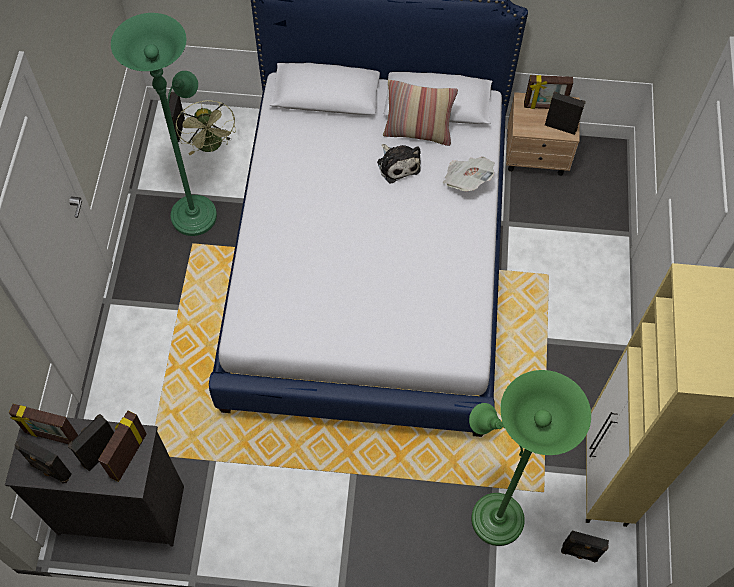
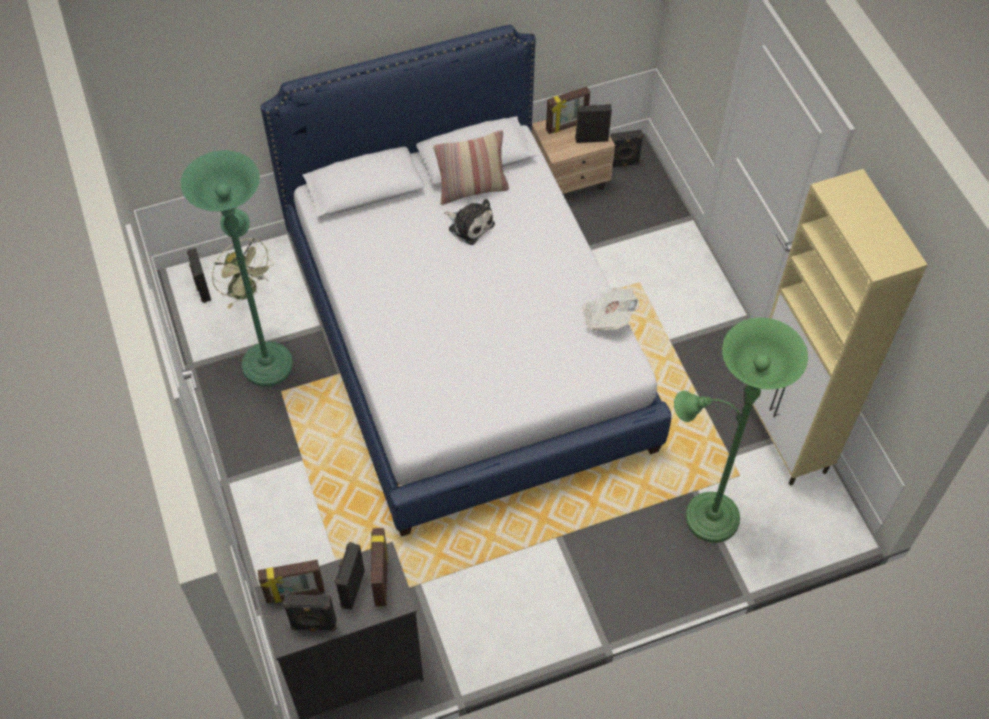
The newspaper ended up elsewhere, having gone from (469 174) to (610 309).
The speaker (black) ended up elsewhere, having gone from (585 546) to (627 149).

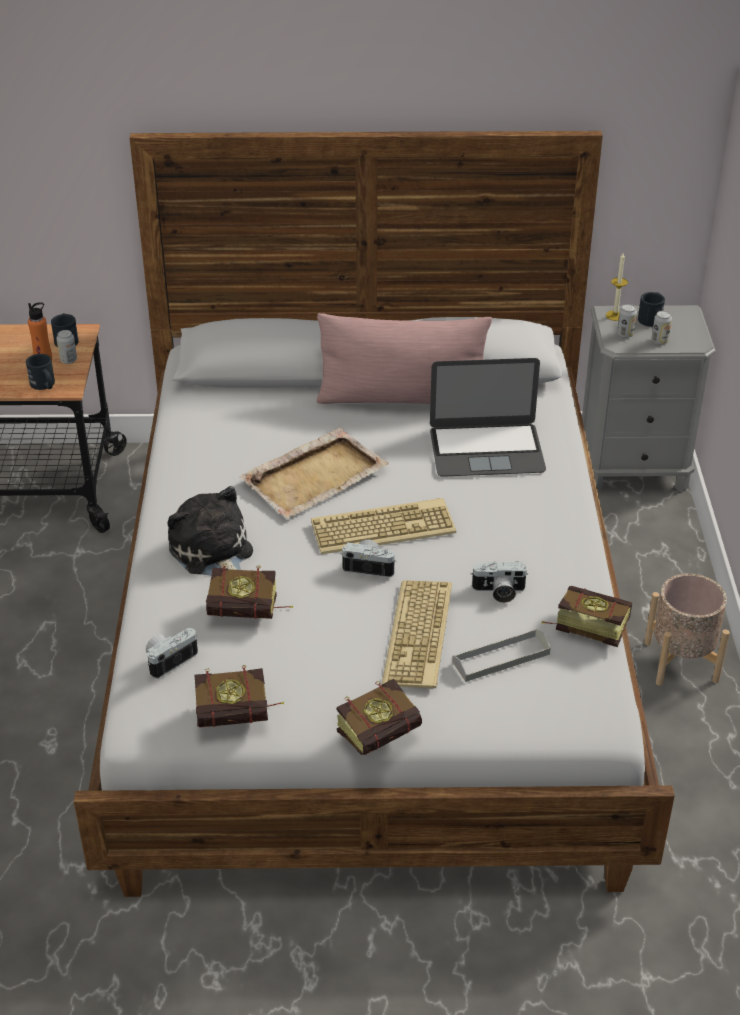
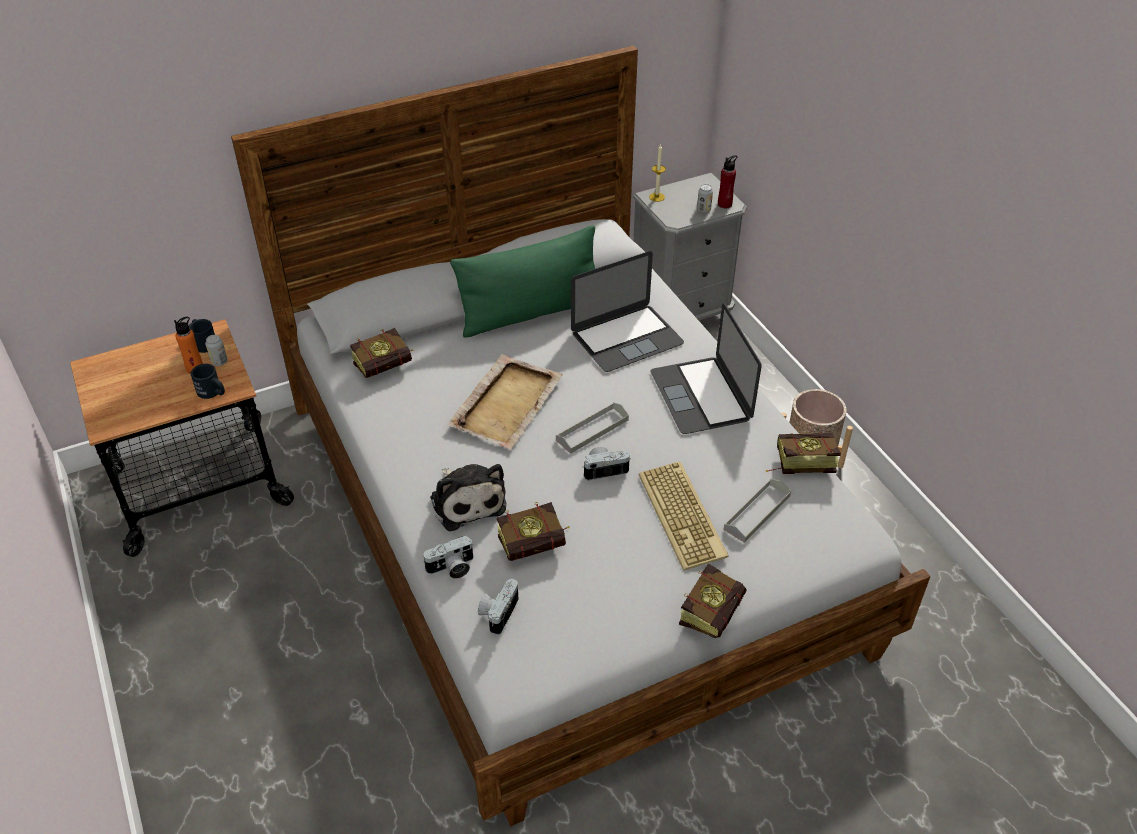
The book ended up elsewhere, having gone from (239 696) to (381 353).
The photo camera ended up elsewhere, having gone from (499 582) to (448 557).
The plush toy at (210 531) ended up facing another way, 150 degrees counterclockwise from before.
What was the pillow (pink) at (404 358) turned into the pillow (green) at (522 281).
Where the keyboard stood at (383 526), the tray (grey) came to stand at (592 428).
The second view gained the laptop at (706 368).
The second view gained the bottle (red) at (727 181).
The second view lost the can at (627 321).
The second view lost the mug (black) at (651 309).

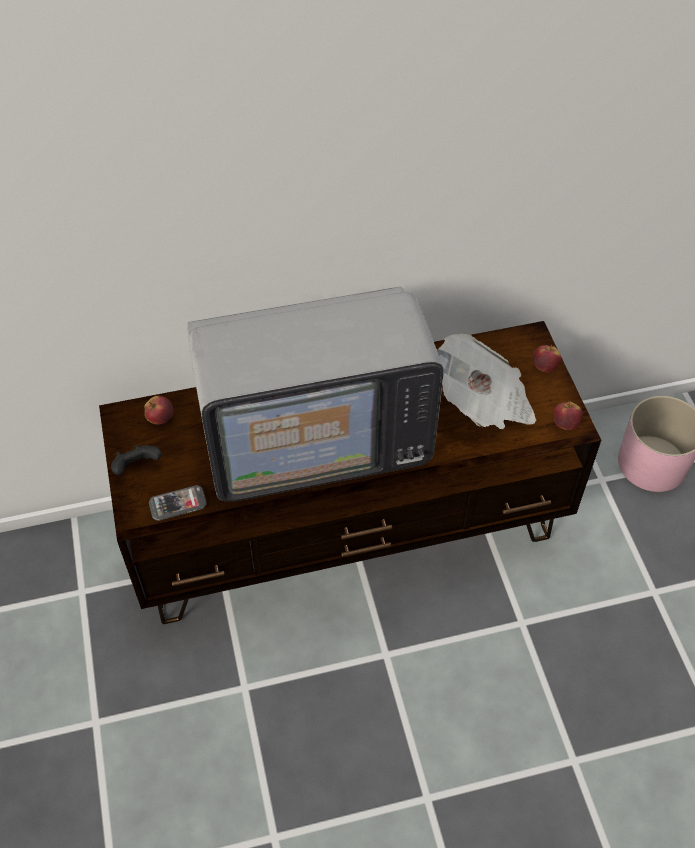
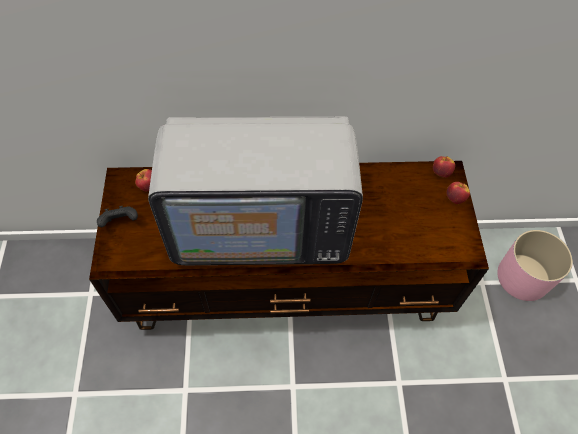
The apple ended up elsewhere, having gone from (567 415) to (444 167).
The second view lost the phone at (178 503).
The second view lost the newspaper at (487 381).

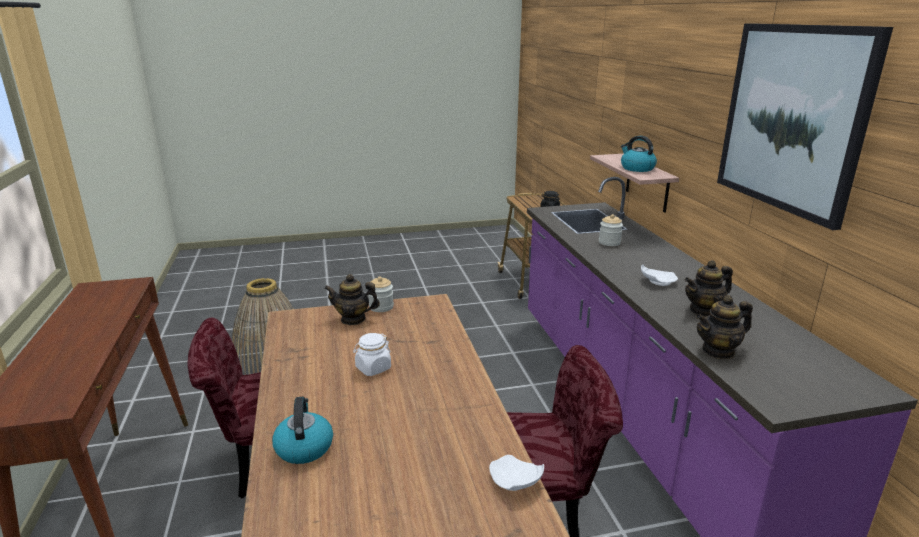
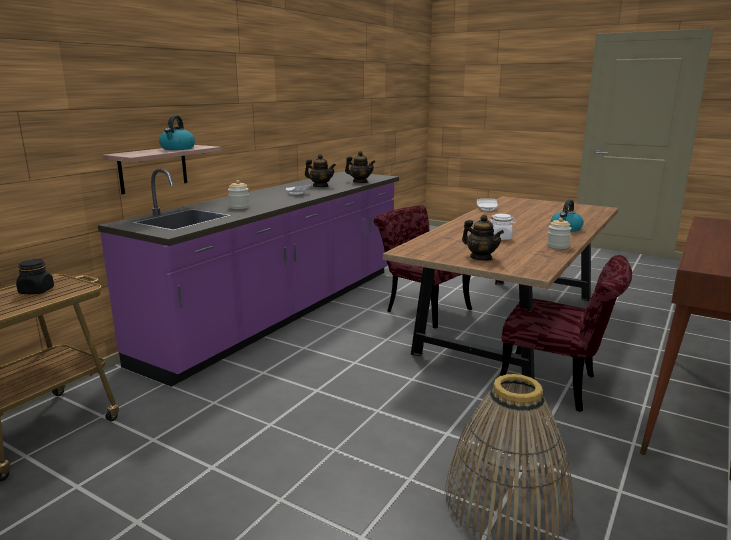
The jar ended up elsewhere, having gone from (381 294) to (559 233).
The second view lost the picture at (805 126).

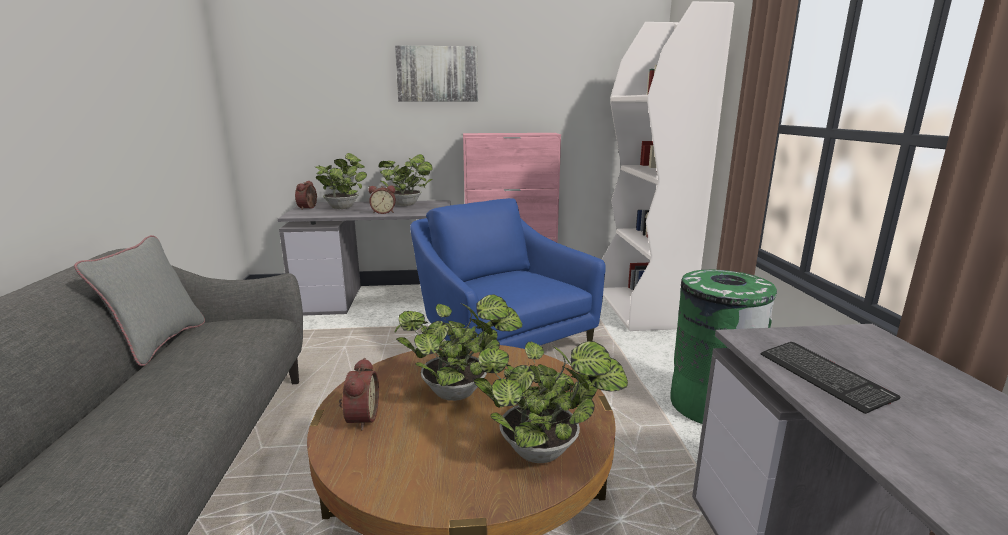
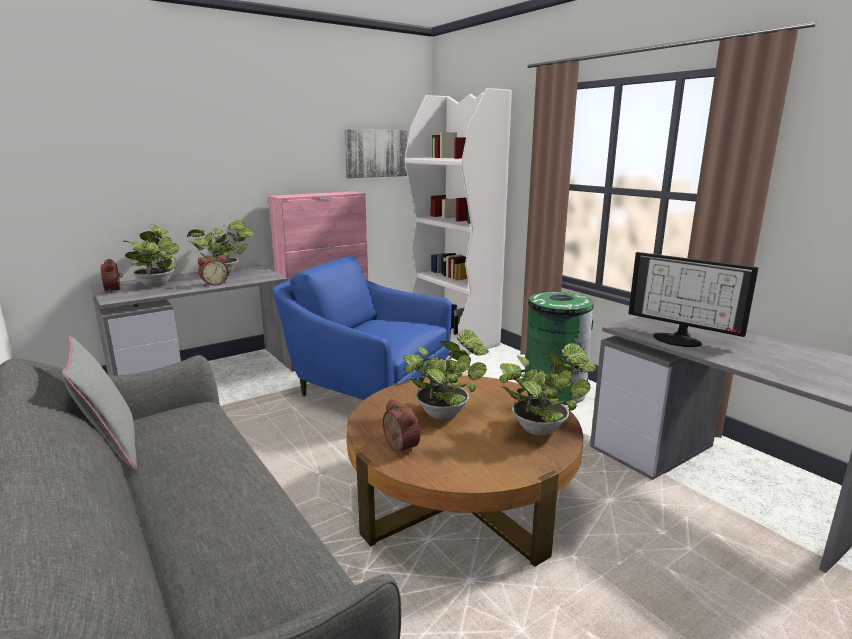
The picture ended up elsewhere, having gone from (436 73) to (376 153).
Where the keyboard stood at (830 378), the monitor came to stand at (693 299).

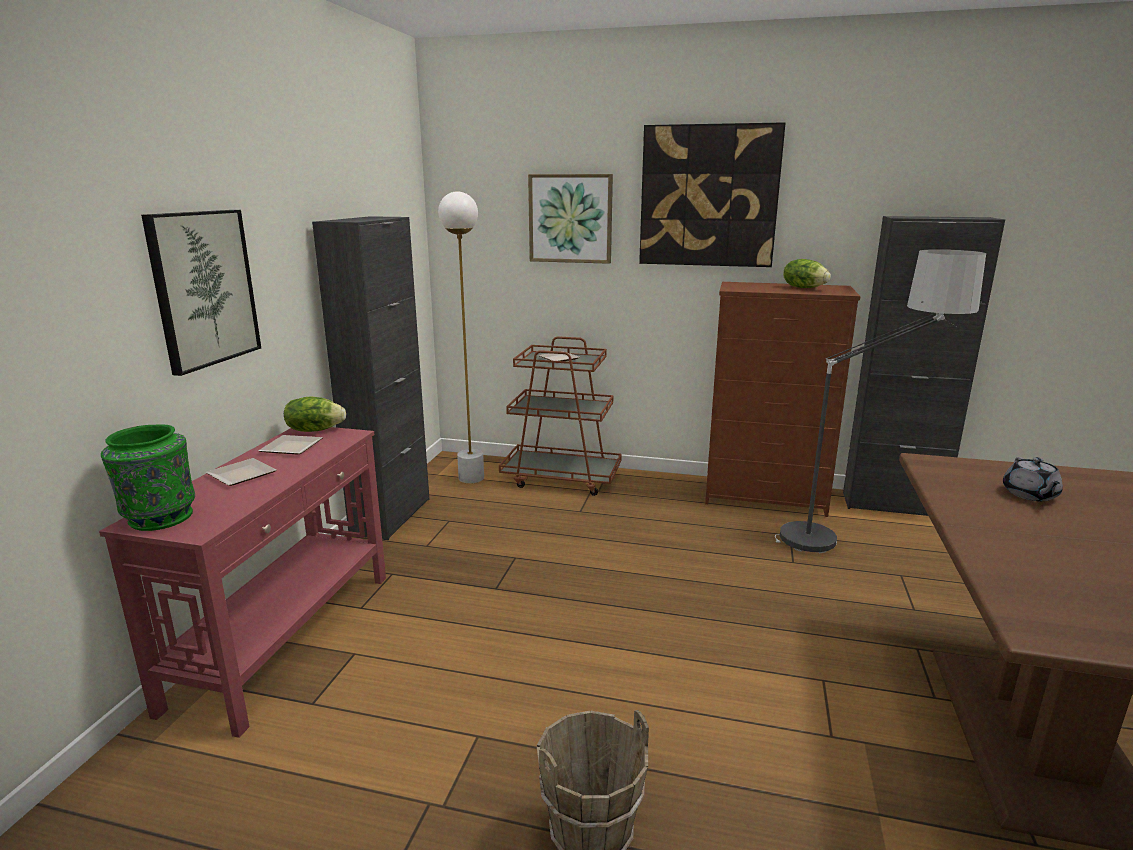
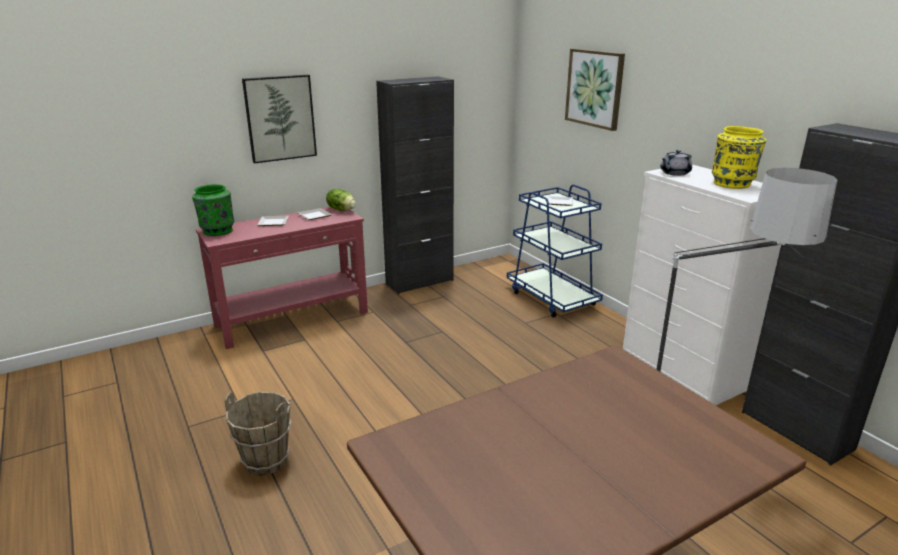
What was the cart (brown) at (560 416) turned into the cart (blue) at (555 251).
What was the dresser (brown) at (782 399) turned into the dresser (white) at (702 285).
The teapot (grey) ended up elsewhere, having gone from (1033 479) to (676 163).
Where the lettuce stood at (807 273), the vase (yellow) came to stand at (739 157).
The second view lost the floor lamp (white) at (461 337).
The second view lost the picture at (712 194).

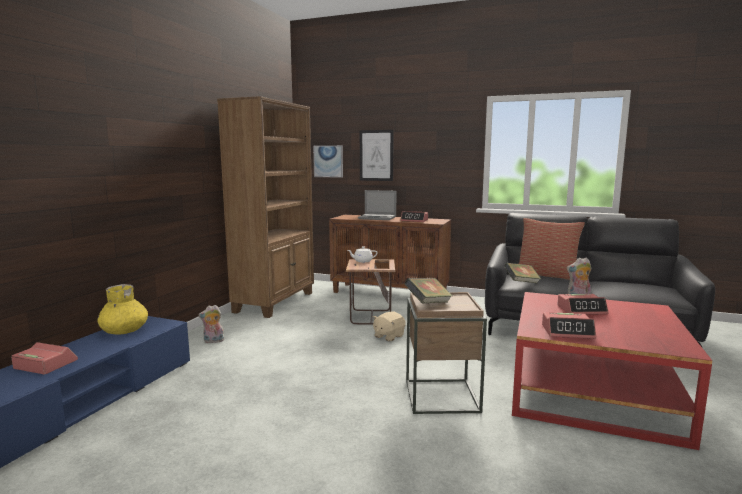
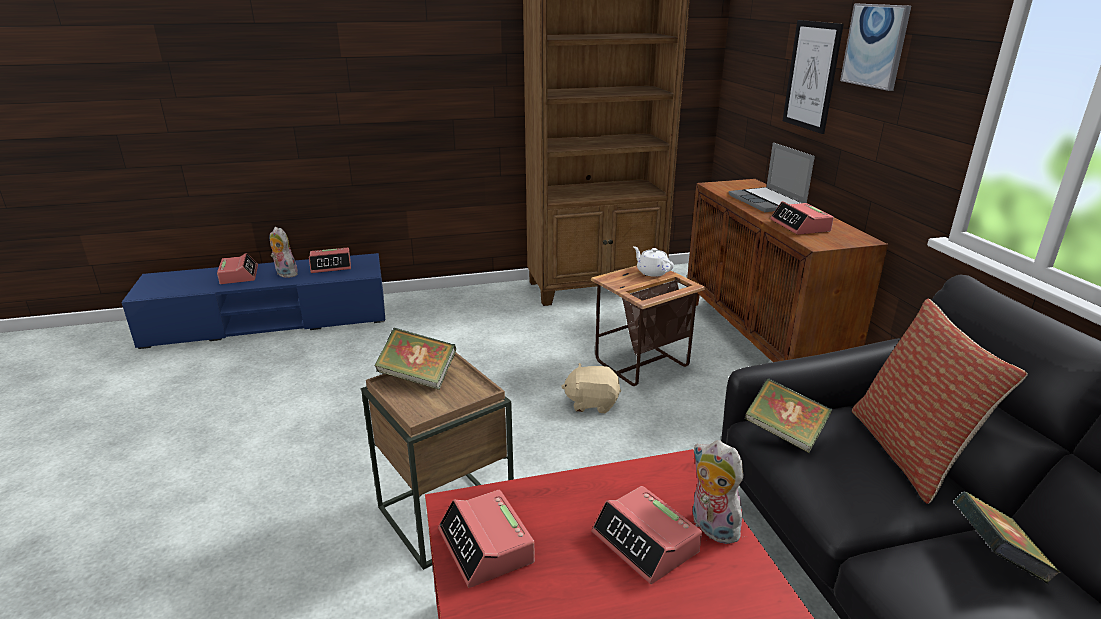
The plush toy ended up elsewhere, having gone from (211 324) to (285 252).
Where the vase (yellow) stood at (122 309), the alarm clock came to stand at (330 260).
The picture ended up elsewhere, having gone from (328 161) to (875 47).
The second view gained the book at (1007 537).

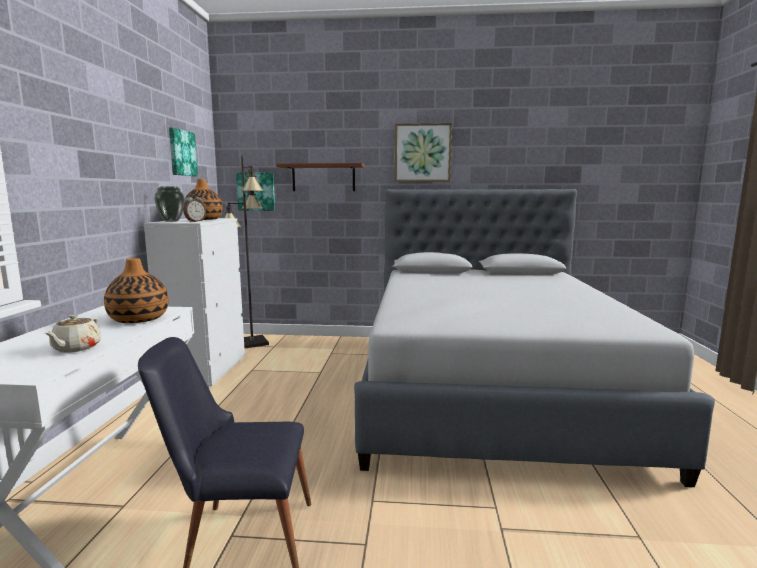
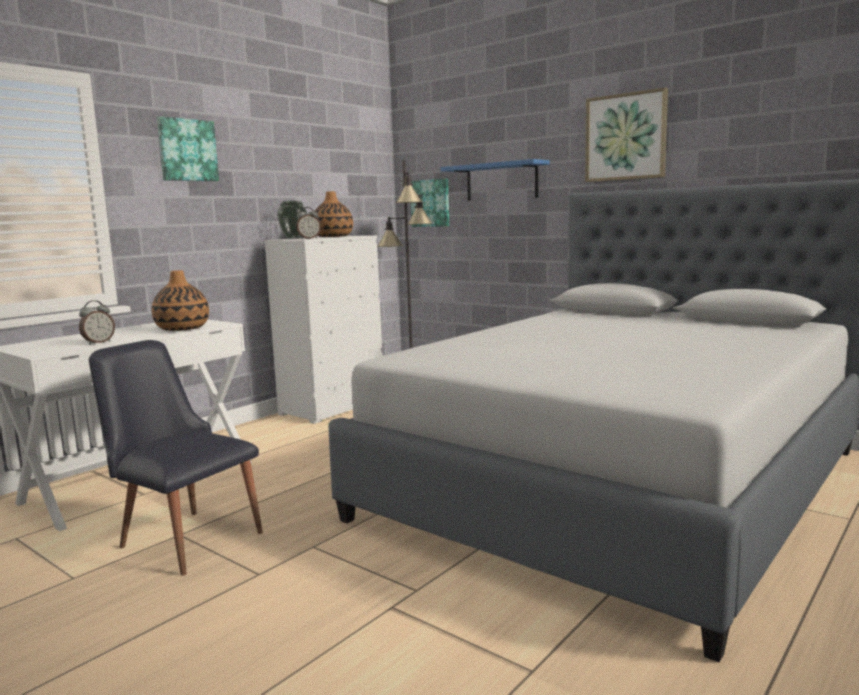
Where the teapot (beige) stood at (73 333), the alarm clock came to stand at (97 322).
The picture ended up elsewhere, having gone from (183 151) to (188 148).
What was the shelf (brown) at (320 177) turned into the shelf (blue) at (495 180).

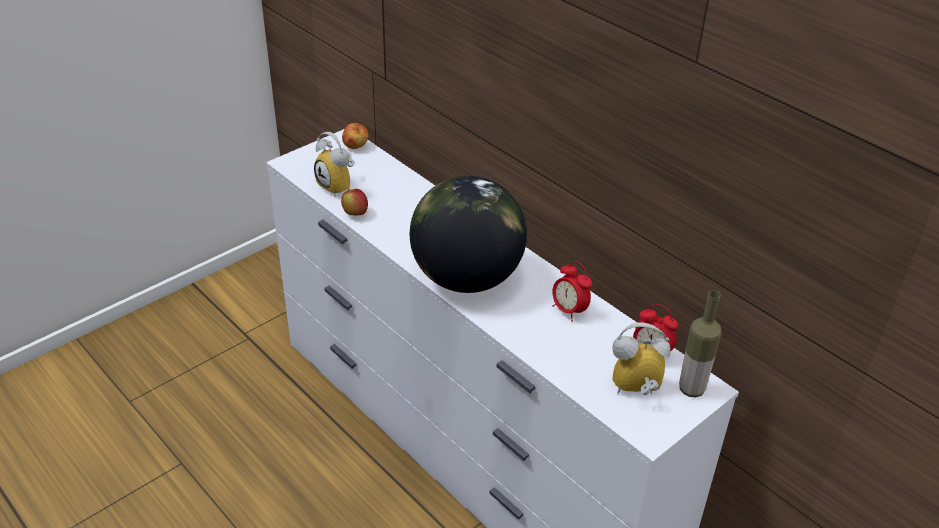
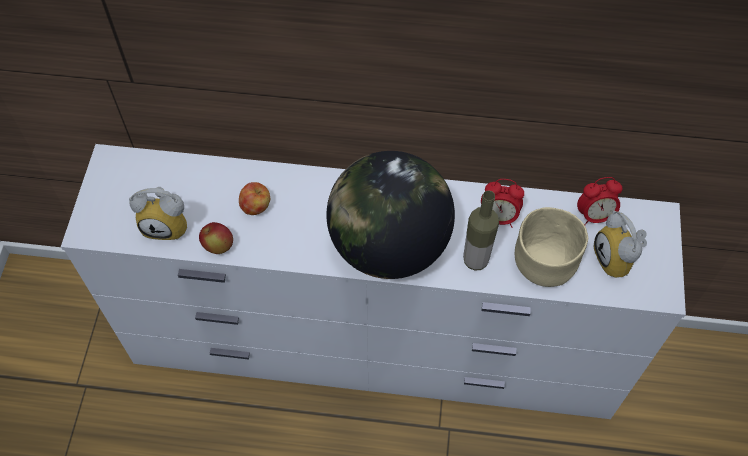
The apple ended up elsewhere, having gone from (355 136) to (254 198).
The bottle ended up elsewhere, having gone from (700 344) to (481 231).
The second view gained the bowl (beige) at (551 247).
The alarm clock at (642 358) ended up facing another way, 60 degrees counterclockwise from before.

